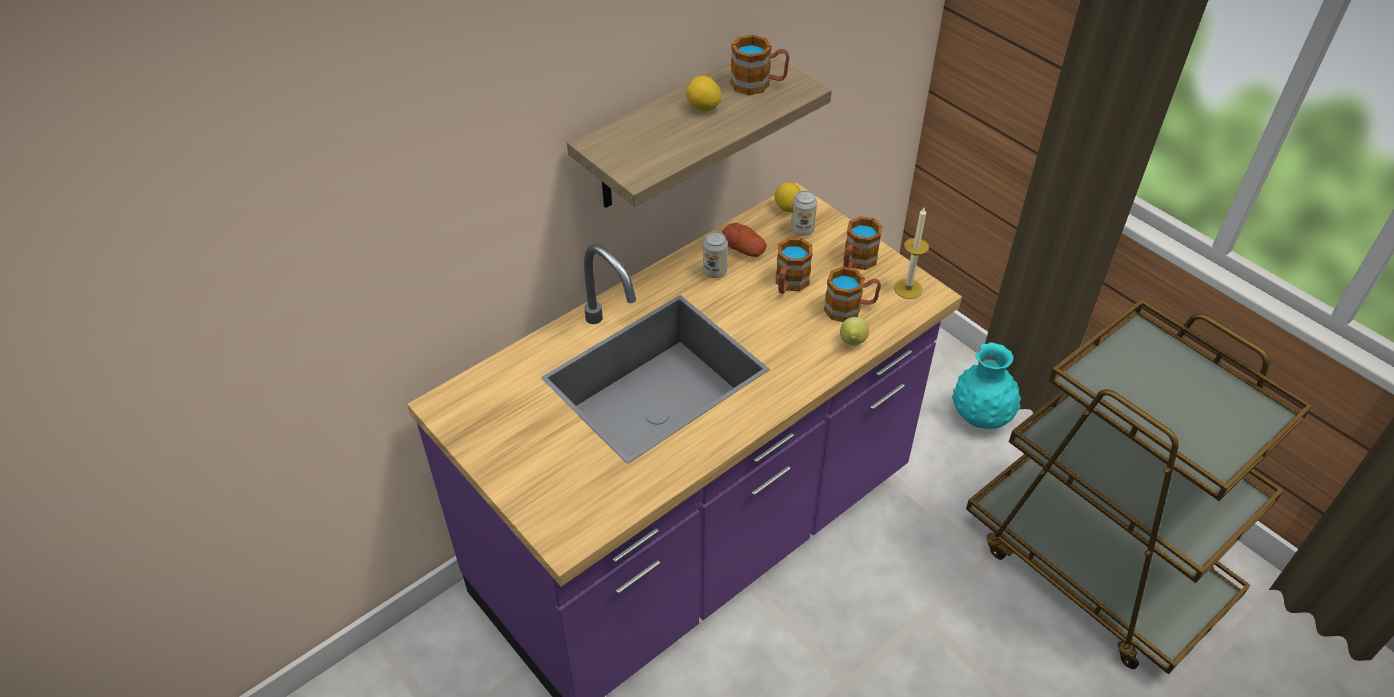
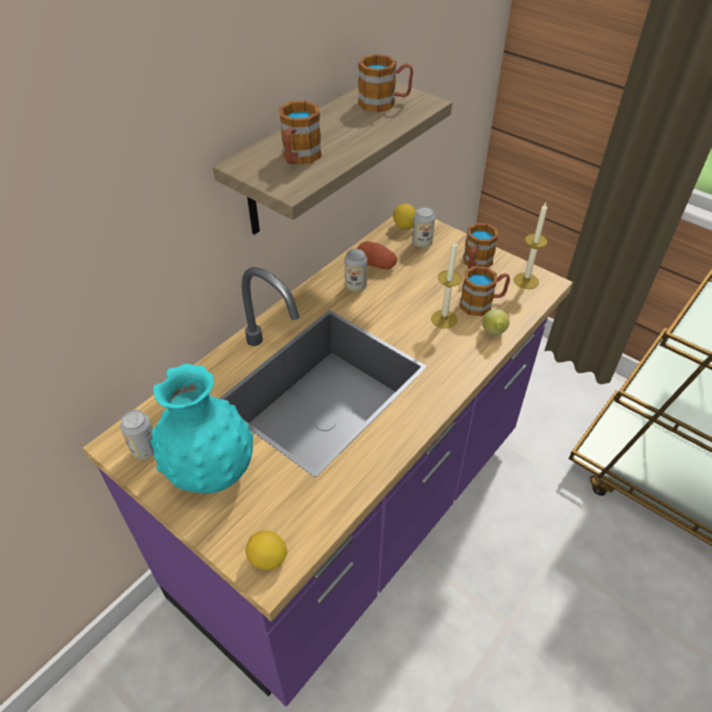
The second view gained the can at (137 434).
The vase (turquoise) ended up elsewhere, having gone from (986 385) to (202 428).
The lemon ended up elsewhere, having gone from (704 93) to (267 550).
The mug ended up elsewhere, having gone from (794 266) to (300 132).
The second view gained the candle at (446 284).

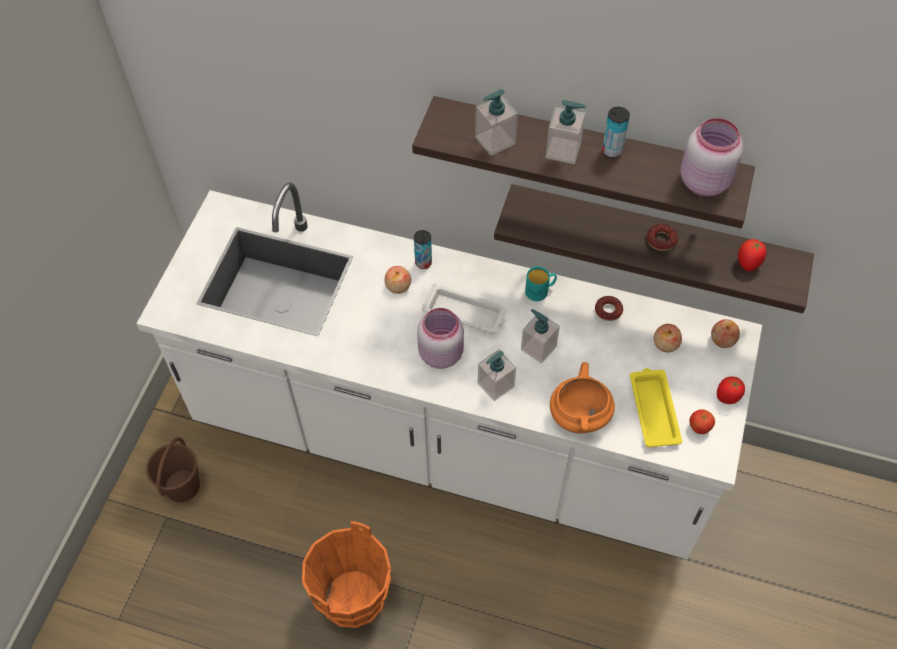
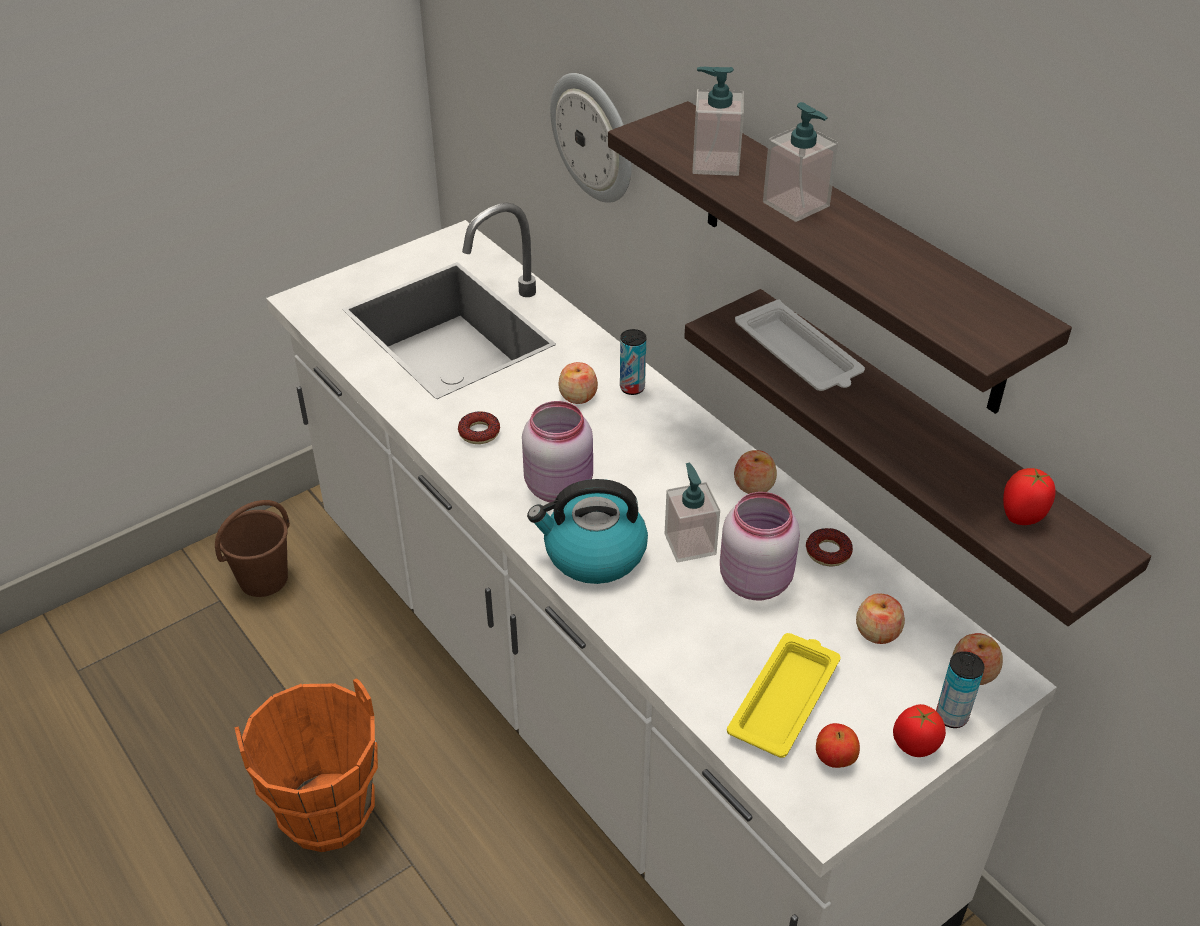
The donut ended up elsewhere, having gone from (662 237) to (479 427).
Where the soap dispenser stood at (497 375), the kettle came to stand at (587 531).
The second view gained the wall clock at (591 138).
The jar (pink) ended up elsewhere, having gone from (711 157) to (760 546).
Where the mug (turquoise) stood at (541 283), the apple came to stand at (755 472).
The tray (white) ended up elsewhere, having gone from (464 308) to (800 345).
The can ended up elsewhere, having gone from (616 132) to (960 689).
The second view lost the cooking pot (orange) at (582 397).

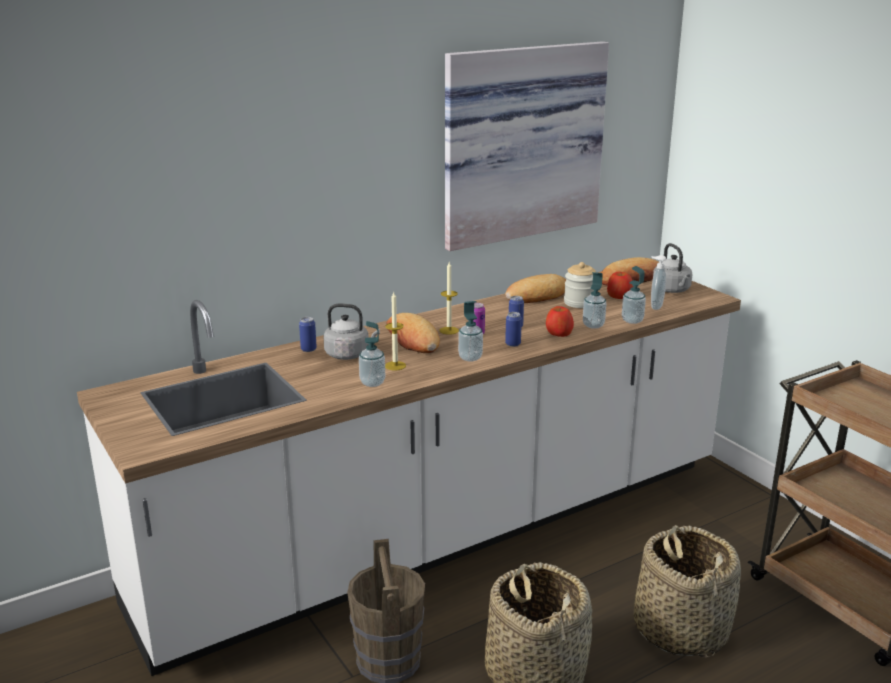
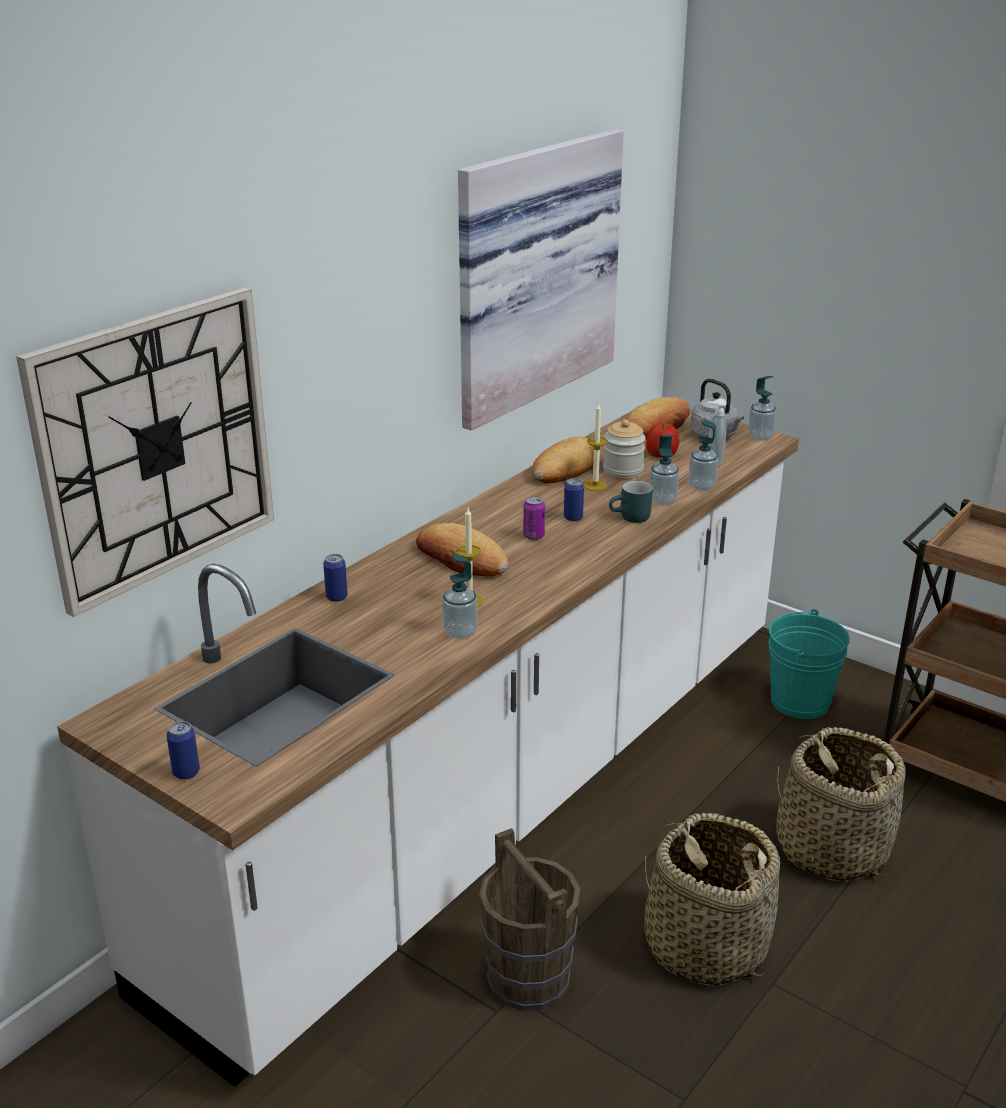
The second view gained the wall clock at (145 452).
The can ended up elsewhere, having gone from (513 329) to (183 750).
The candle ended up elsewhere, having gone from (449 298) to (595 447).
Where the apple stood at (560 321), the mug (turquoise) came to stand at (631 502).
The soap dispenser ended up elsewhere, having gone from (470 331) to (762 408).
The second view gained the bucket (turquoise) at (809 664).
The second view lost the kettle (grey) at (351 331).

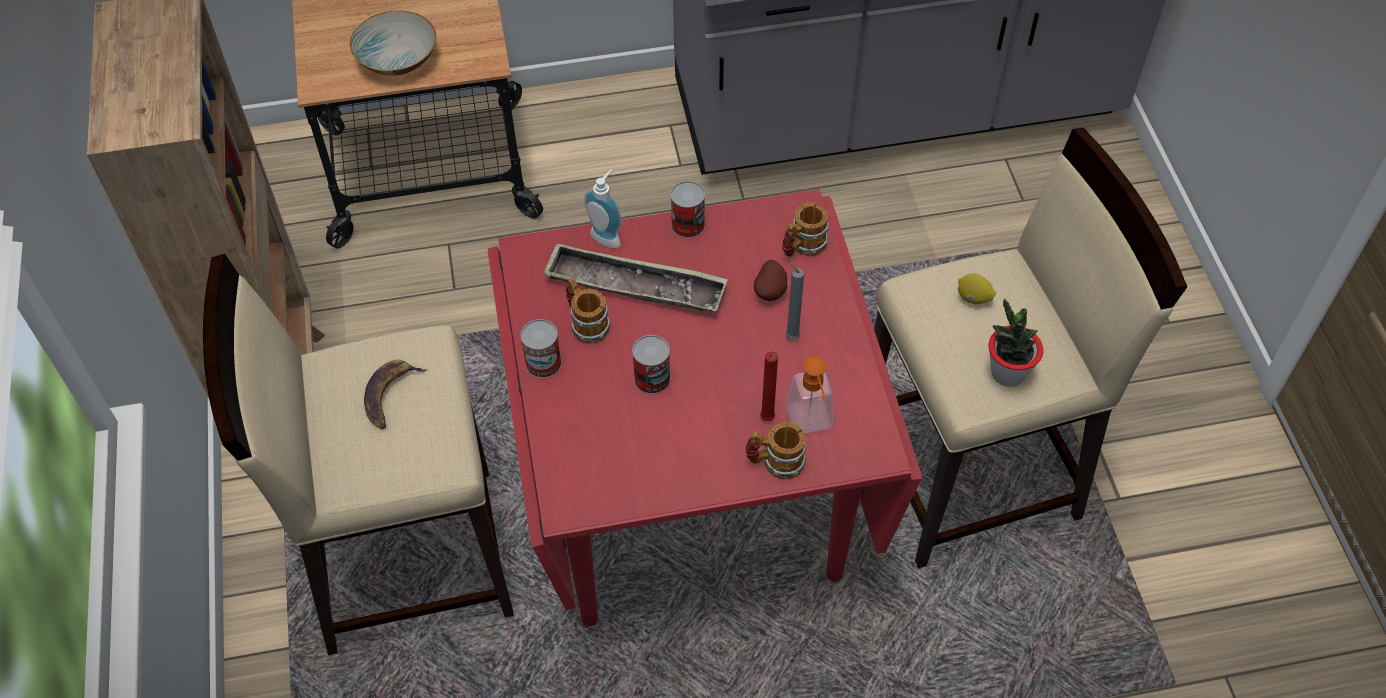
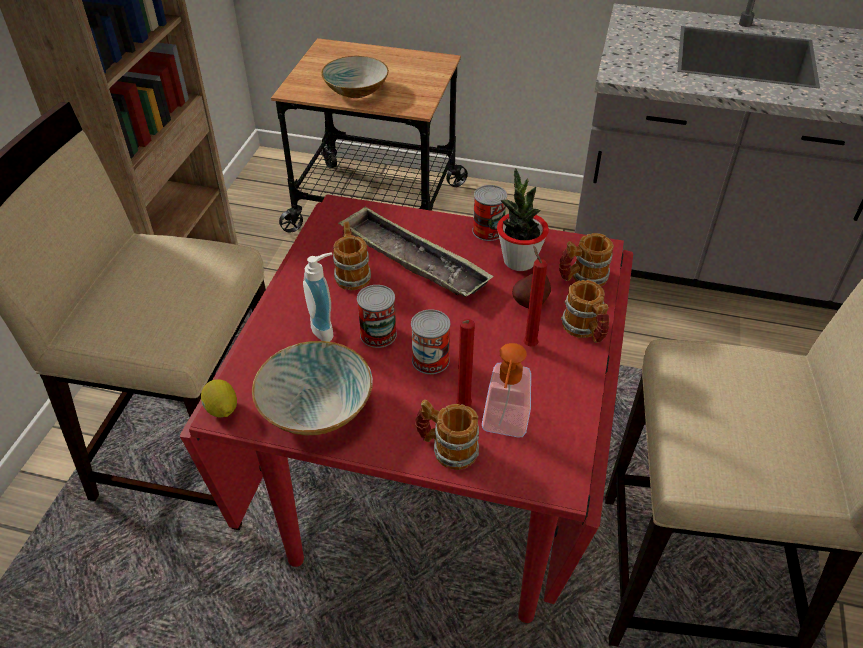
The lemon ended up elsewhere, having gone from (977 289) to (219 398).
The second view gained the bowl at (312 388).
The soap dispenser ended up elsewhere, having gone from (603 208) to (318 297).
The can ended up elsewhere, having gone from (541 348) to (430 341).
The potted plant ended up elsewhere, having gone from (1016 343) to (523 219).
What was the candle (grey) at (795 300) turned into the candle (red) at (535 296).
The second view gained the mug at (585 311).
The second view lost the banana at (395 394).

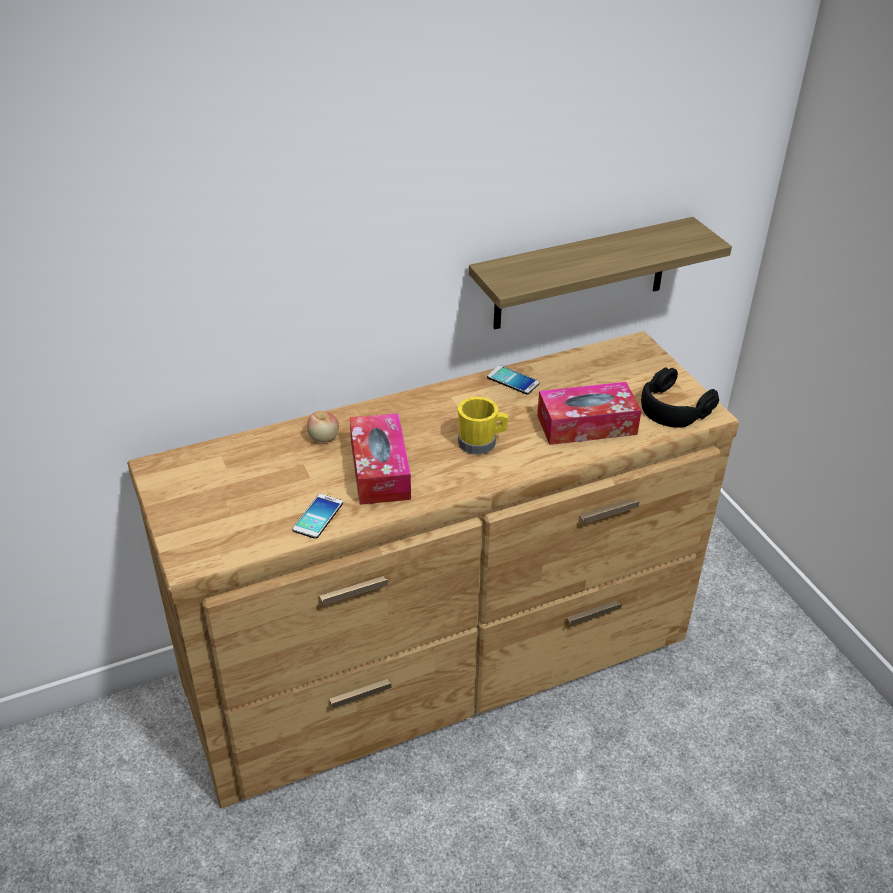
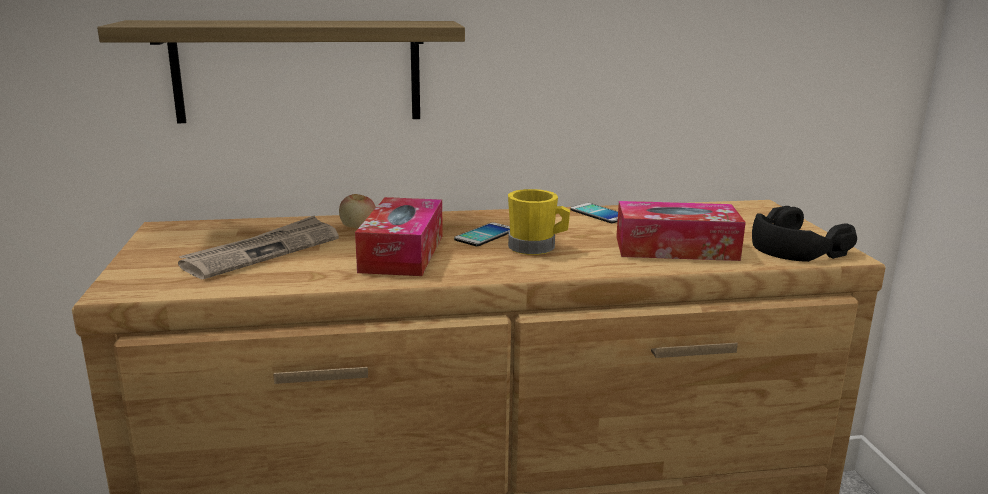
The shelf ended up elsewhere, having gone from (600 273) to (281 71).
The second view gained the newspaper at (258 247).
The phone ended up elsewhere, having gone from (317 516) to (482 234).

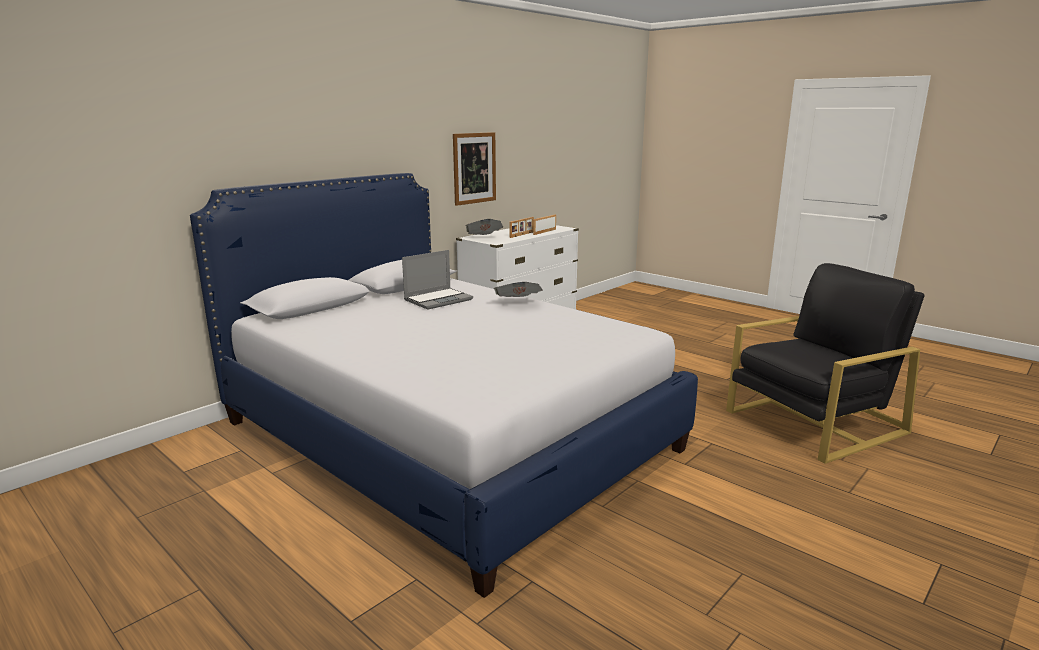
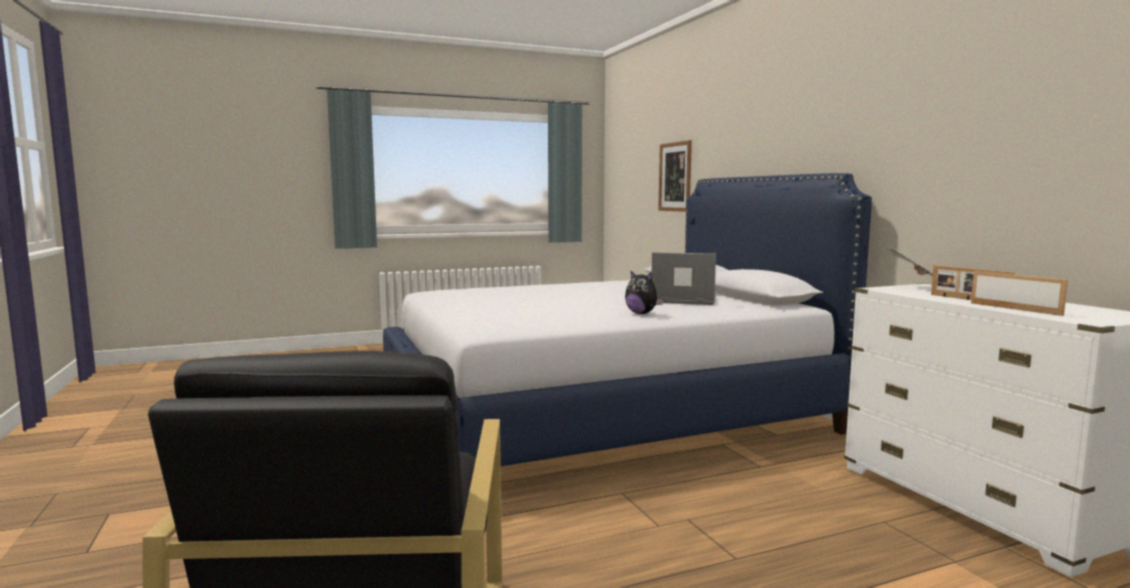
Where the newspaper stood at (518 289), the plush toy came to stand at (644 292).
The laptop at (437 280) ended up facing another way, 120 degrees clockwise from before.
The picture ended up elsewhere, having gone from (474 169) to (675 176).

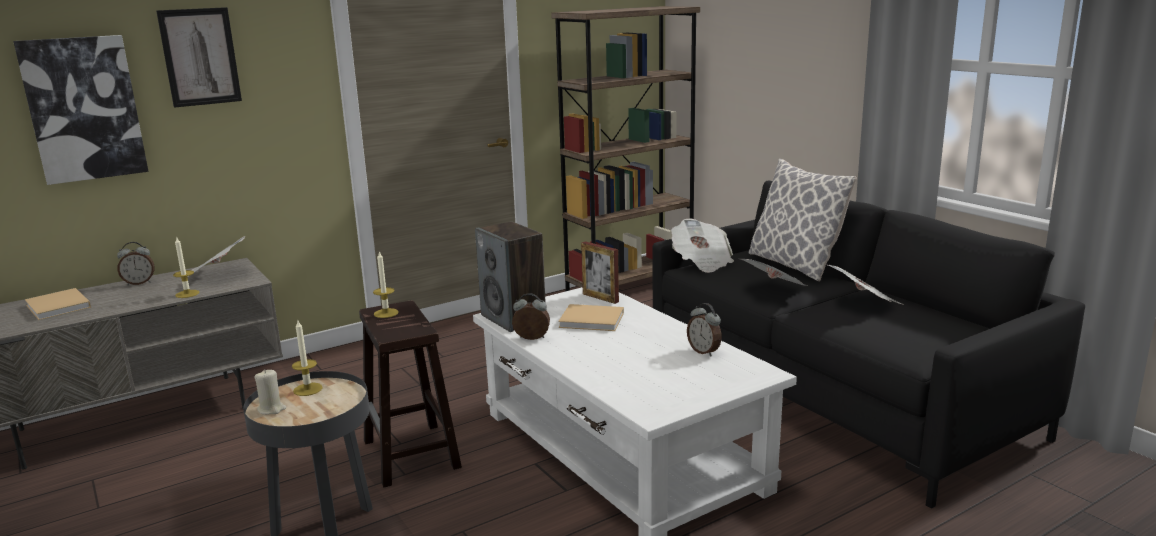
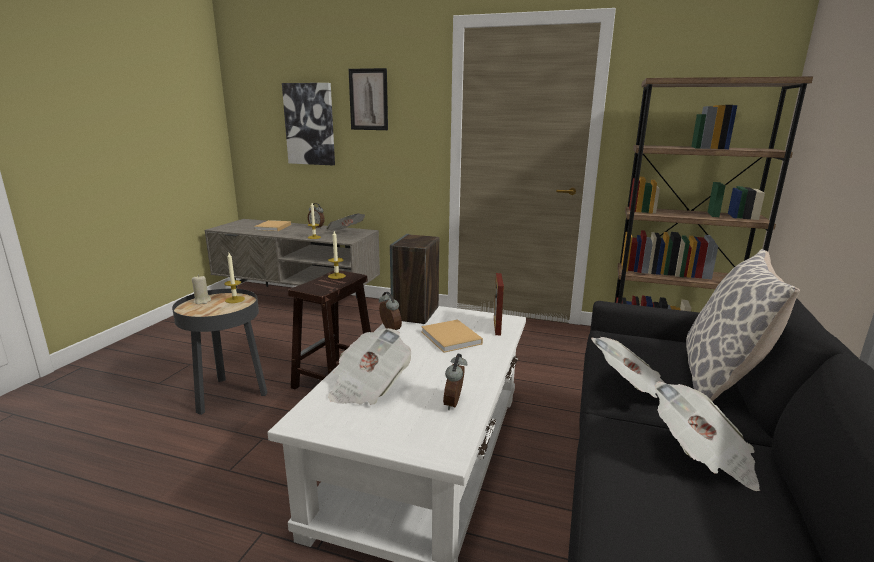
The newspaper ended up elsewhere, having gone from (702 246) to (369 366).

